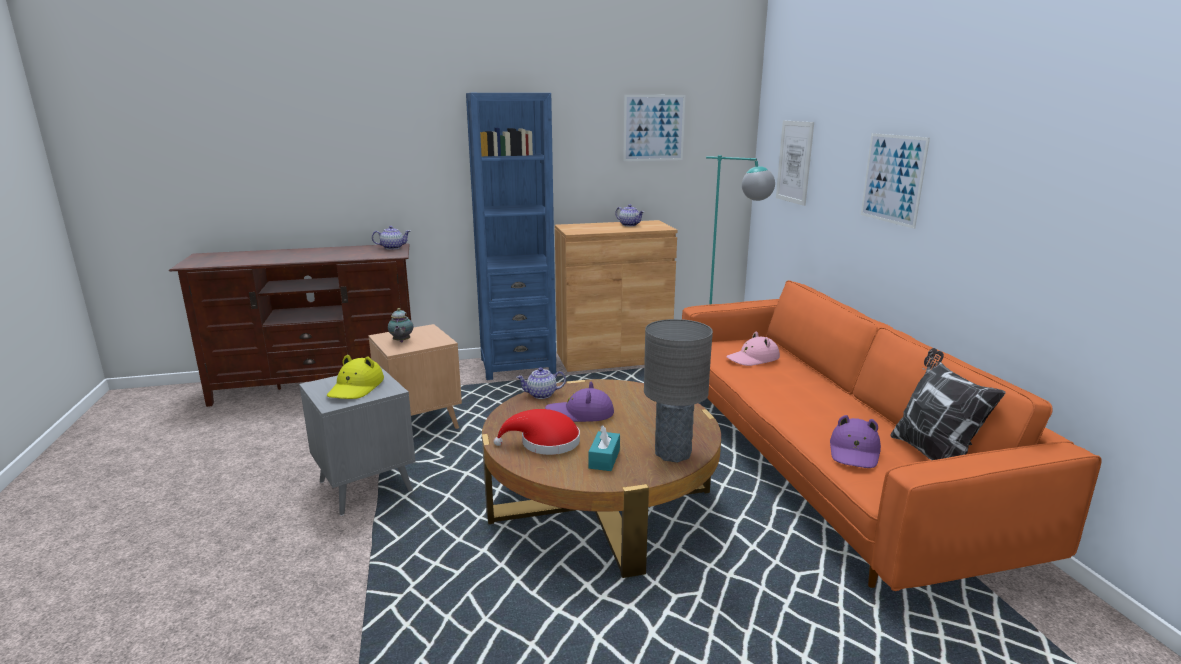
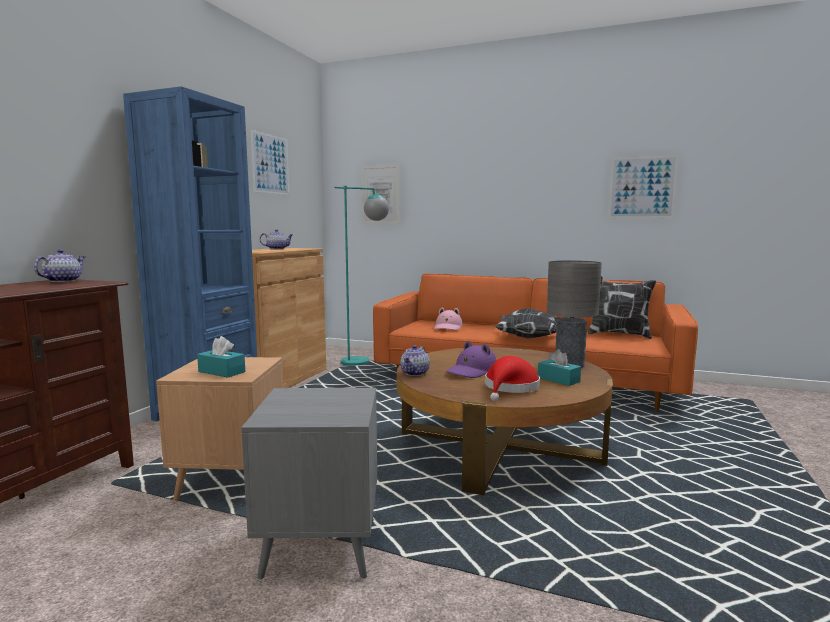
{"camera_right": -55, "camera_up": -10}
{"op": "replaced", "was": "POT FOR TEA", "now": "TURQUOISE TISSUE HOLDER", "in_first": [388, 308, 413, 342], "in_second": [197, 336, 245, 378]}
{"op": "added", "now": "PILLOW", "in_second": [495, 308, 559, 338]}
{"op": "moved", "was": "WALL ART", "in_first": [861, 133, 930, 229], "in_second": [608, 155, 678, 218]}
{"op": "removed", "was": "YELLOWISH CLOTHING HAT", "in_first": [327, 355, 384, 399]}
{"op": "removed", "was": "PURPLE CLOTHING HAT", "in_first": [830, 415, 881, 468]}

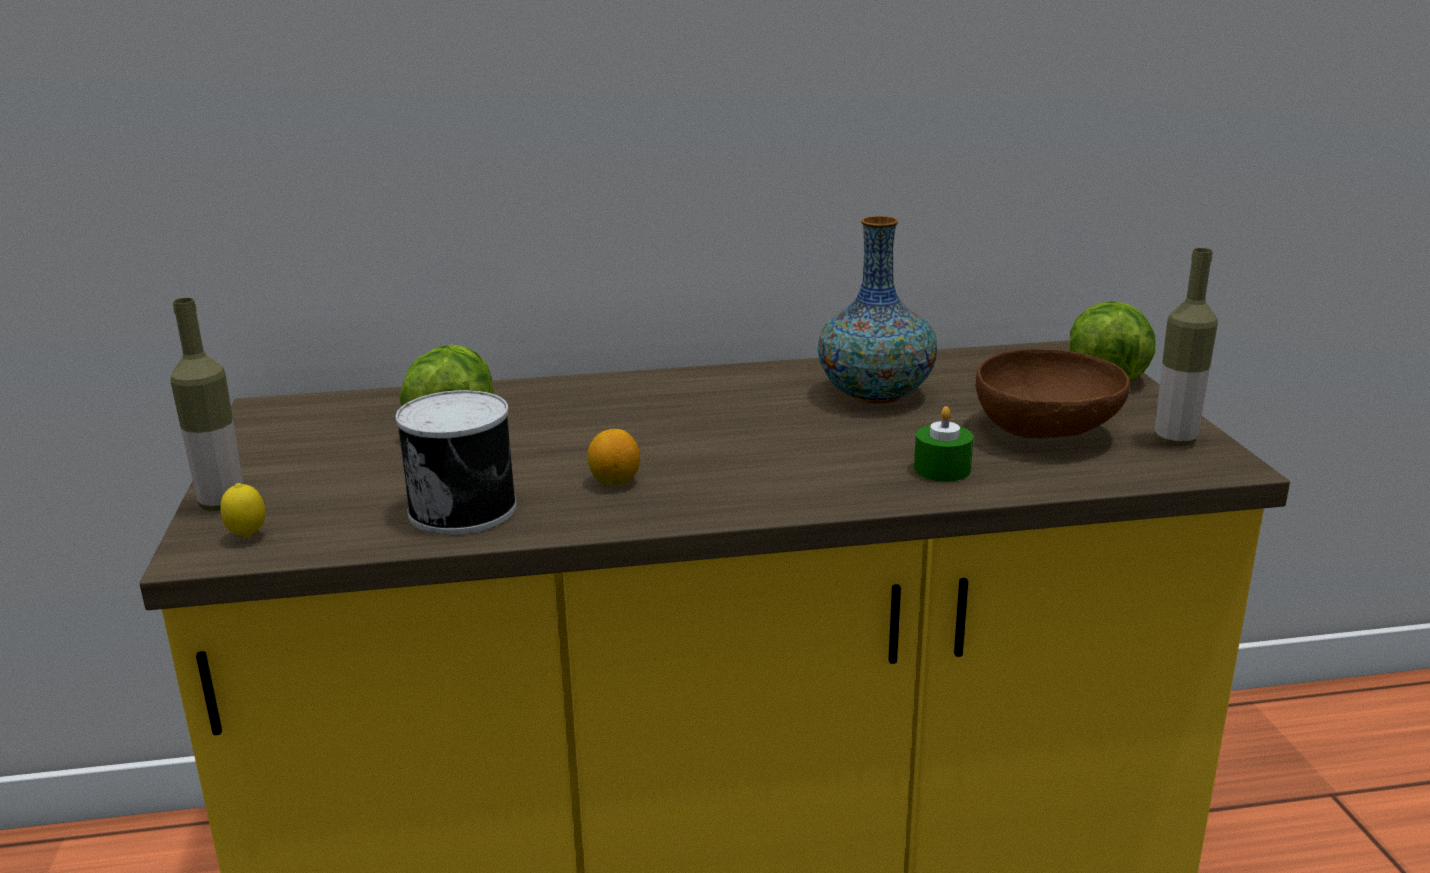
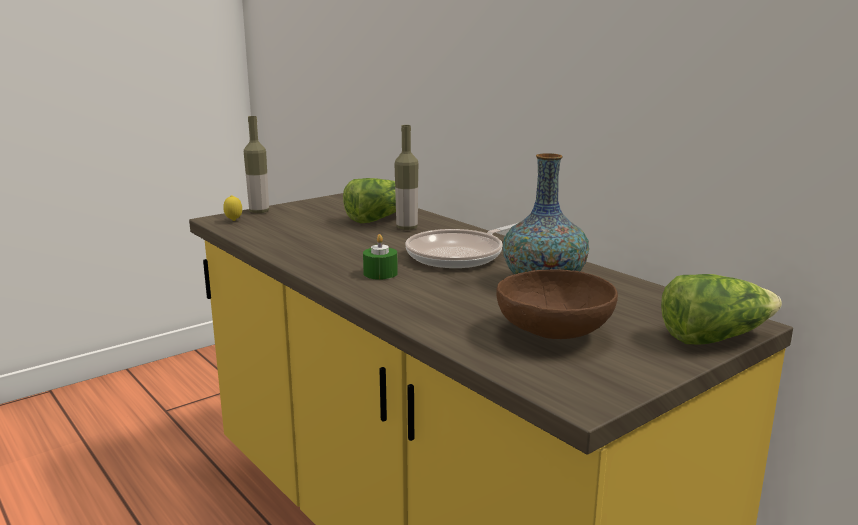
{"camera_right": 60, "camera_up": -5}
{"op": "moved", "was": "GREENISH CANDLE", "in_first": [914, 406, 974, 481], "in_second": [363, 234, 398, 280]}
{"op": "moved", "was": "DRINK BOTTLE", "in_first": [1155, 248, 1218, 446], "in_second": [395, 125, 418, 230]}
{"op": "added", "now": "PAN", "in_second": [406, 223, 517, 268]}
{"op": "removed", "was": "METAL CAN", "in_first": [396, 390, 517, 535]}
{"op": "removed", "was": "WHOLE LEMON", "in_first": [587, 429, 640, 486]}

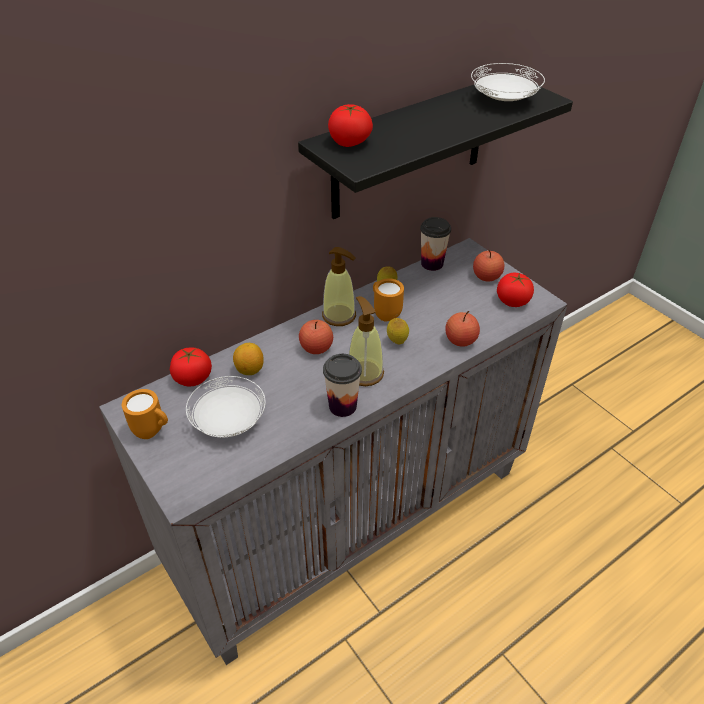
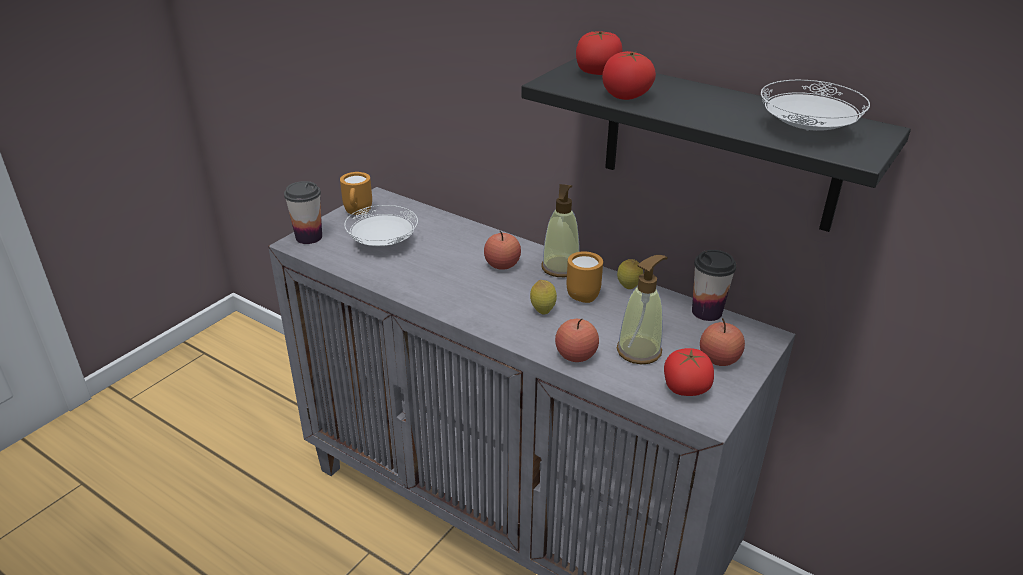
{"camera_right": 70, "camera_up": -10}
{"op": "moved", "was": "SMALL CUP", "in_first": [323, 354, 362, 417], "in_second": [284, 181, 322, 244]}
{"op": "moved", "was": "WHOLE TOMATO", "in_first": [170, 348, 212, 386], "in_second": [602, 51, 656, 100]}
{"op": "moved", "was": "SOAP DISPENSER", "in_first": [349, 296, 384, 386], "in_second": [617, 255, 668, 364]}
{"op": "removed", "was": "WHOLE LEMON", "in_first": [233, 343, 264, 375]}

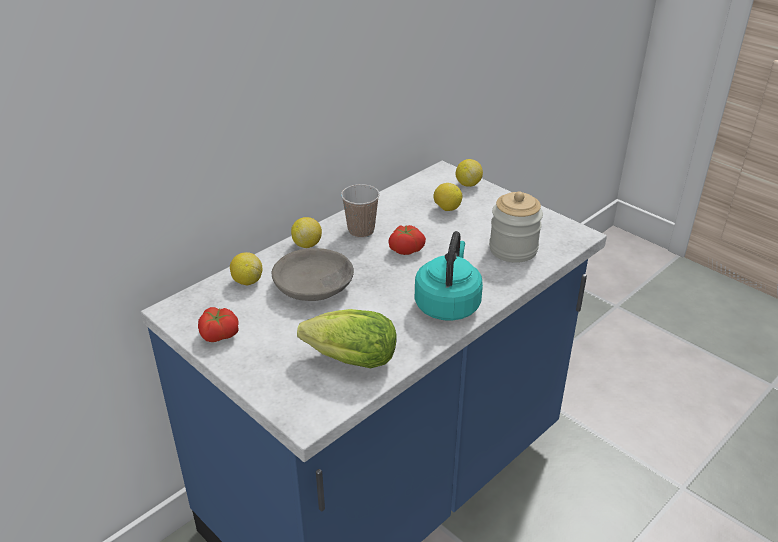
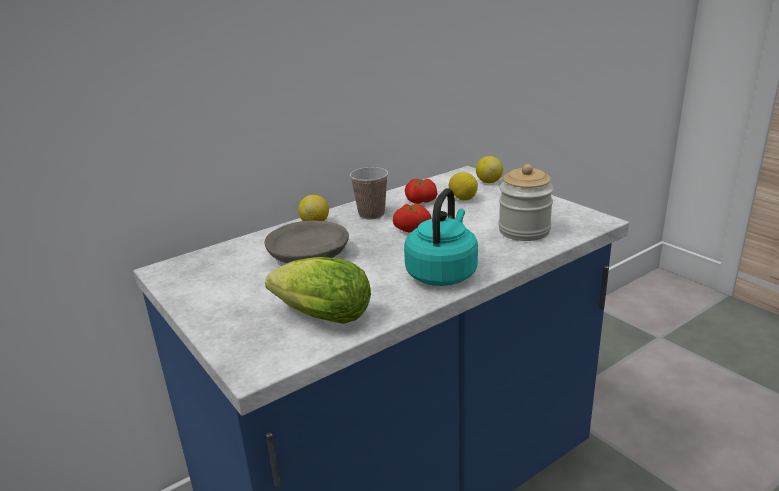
{"camera_right": 10, "camera_up": -10}
{"op": "moved", "was": "WHOLE TOMATO", "in_first": [198, 307, 239, 342], "in_second": [405, 179, 438, 204]}
{"op": "removed", "was": "WHOLE LEMON", "in_first": [230, 252, 262, 285]}

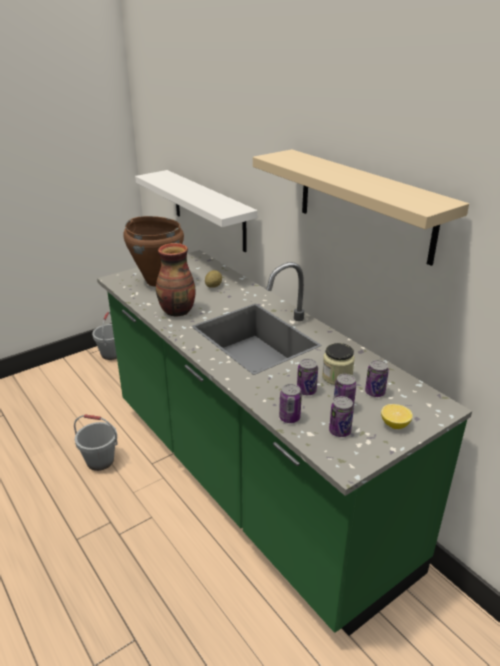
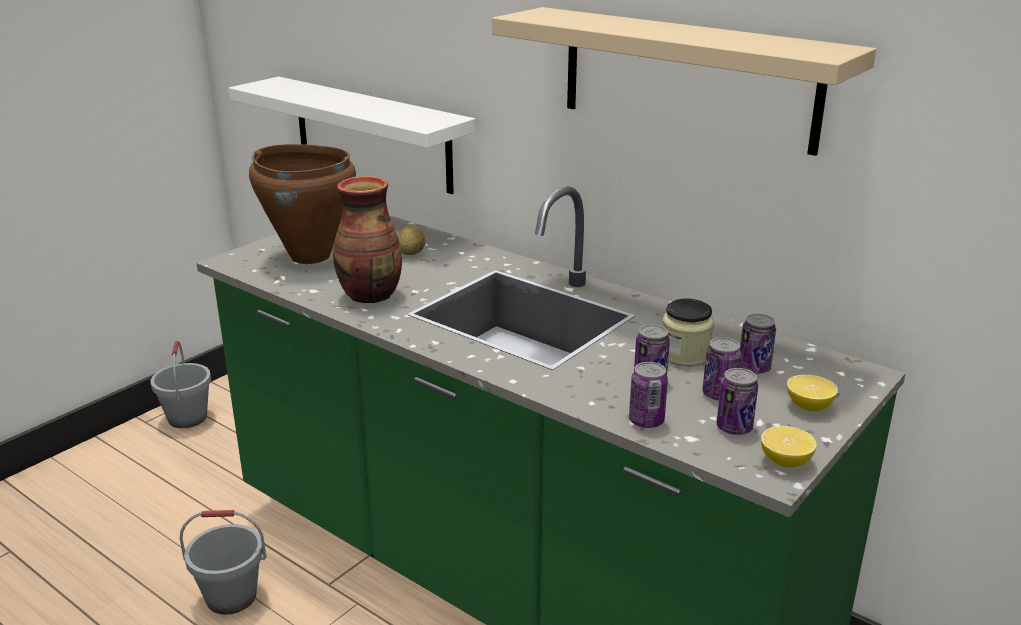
{"camera_right": -15, "camera_up": -5}
{"op": "added", "now": "WHOLE LEMON", "in_second": [761, 426, 817, 467]}

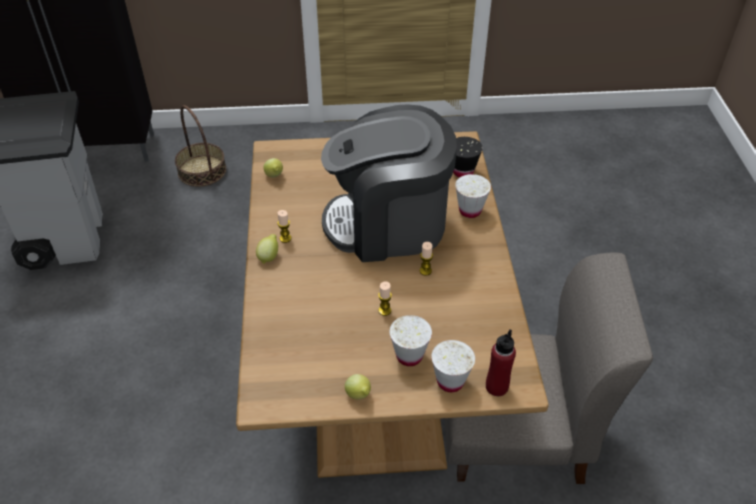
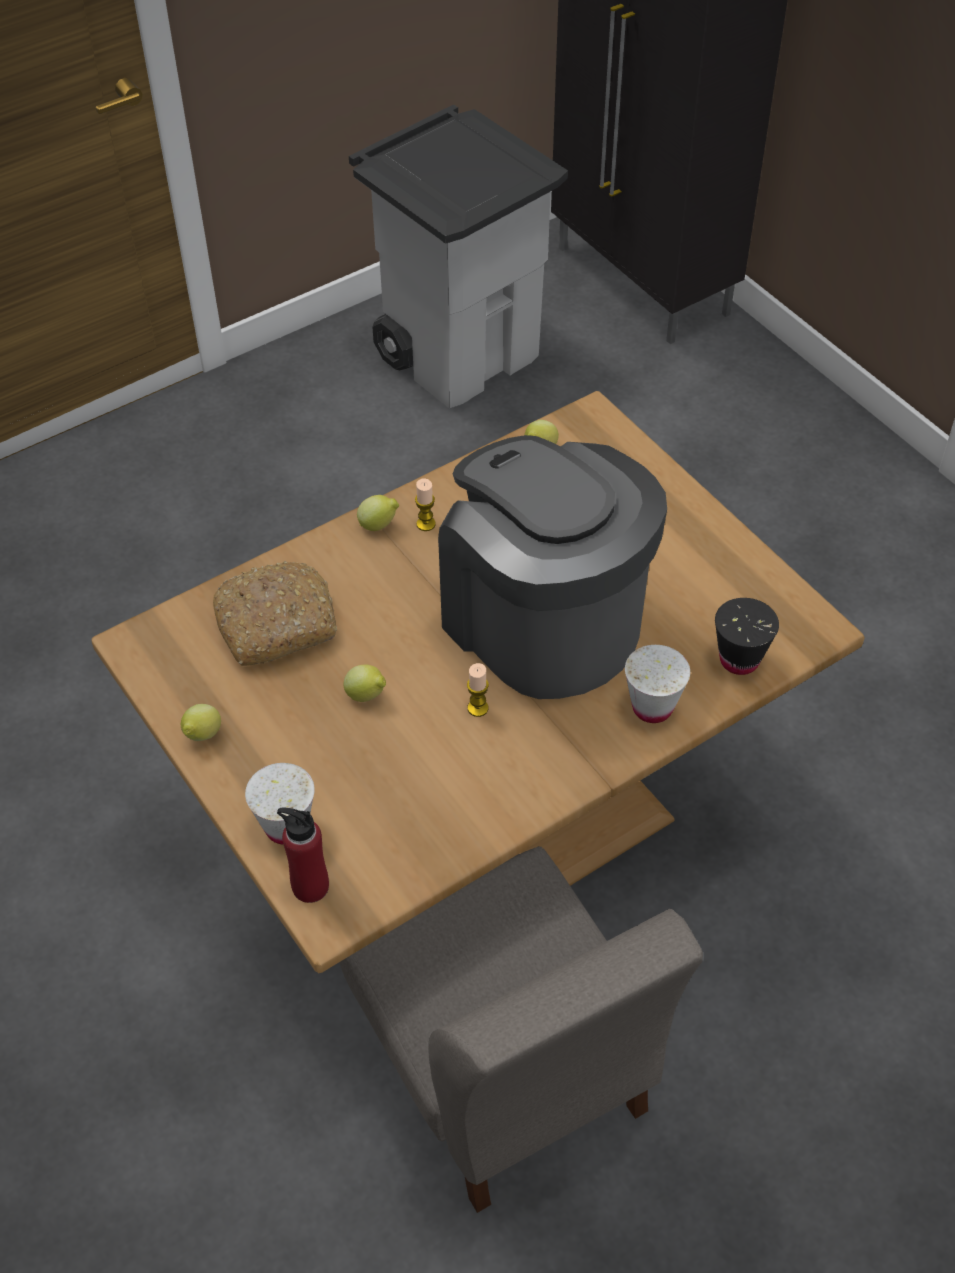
{"camera_right": 60, "camera_up": 5}
{"op": "added", "now": "BAKED BREAD", "in_second": [213, 561, 337, 666]}
{"op": "replaced", "was": "CANDLE", "now": "WHOLE LEMON", "in_first": [378, 281, 392, 316], "in_second": [343, 665, 386, 702]}
{"op": "removed", "was": "BASKET", "in_first": [175, 105, 226, 187]}
{"op": "removed", "was": "WHITE SMALL CUP", "in_first": [390, 315, 432, 366]}

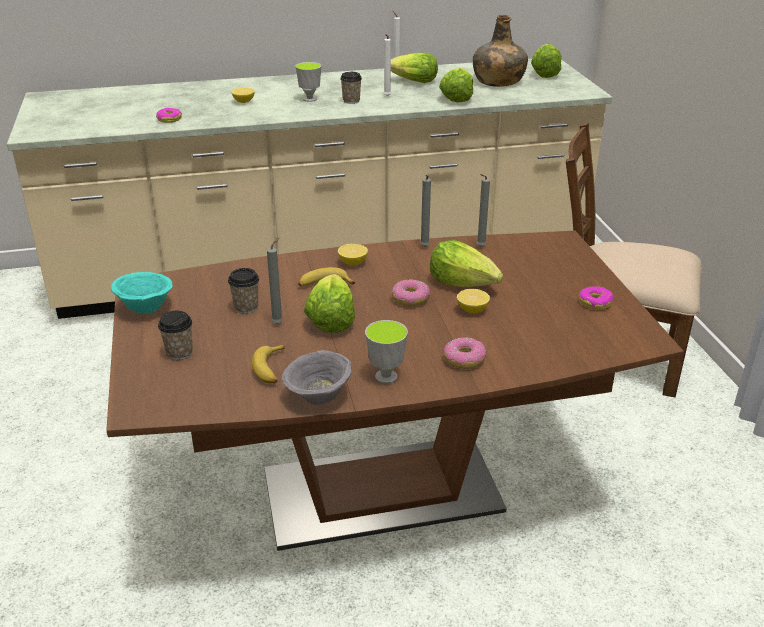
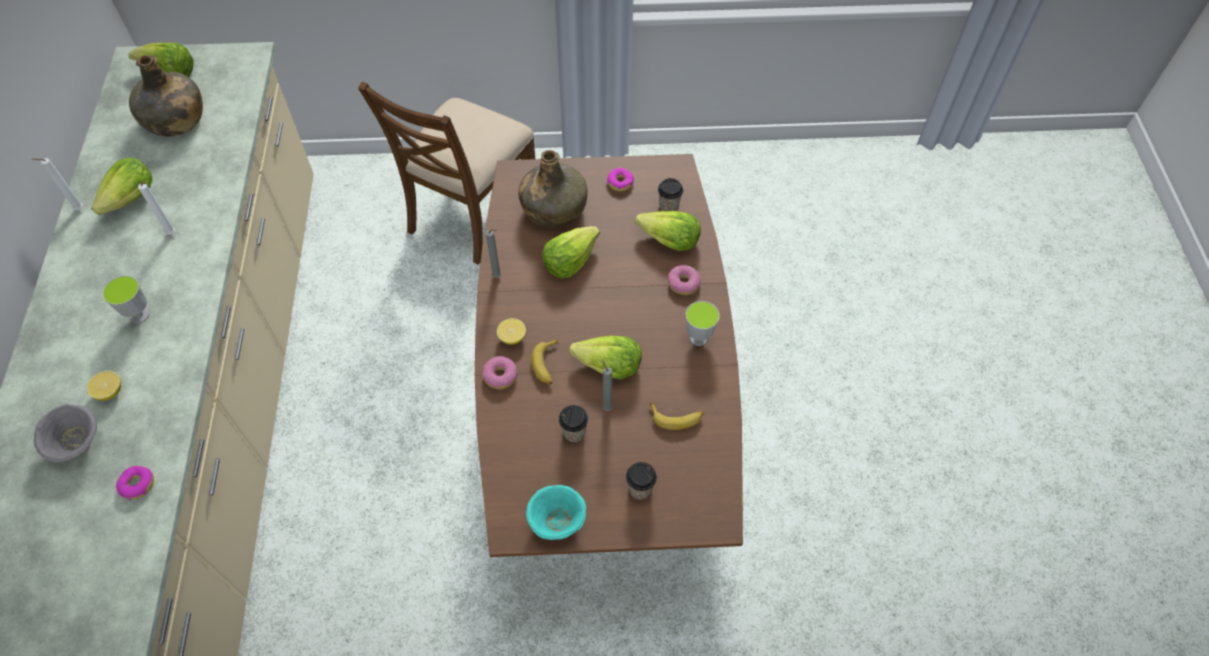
{"camera_right": -80, "camera_up": 25}
{"op": "moved", "was": "GREY BOWL", "in_first": [282, 350, 352, 405], "in_second": [33, 404, 97, 463]}
{"op": "moved", "was": "DOUGHNUT", "in_first": [392, 279, 430, 306], "in_second": [482, 356, 517, 389]}
{"op": "added", "now": "GREENISH DRINK BOTTLE", "in_second": [518, 150, 588, 228]}
{"op": "moved", "was": "HEAD OF LETTUCE", "in_first": [439, 68, 473, 102], "in_second": [635, 211, 701, 251]}
{"op": "moved", "was": "SMALL CUP", "in_first": [340, 72, 362, 104], "in_second": [658, 178, 683, 211]}
{"op": "removed", "was": "WHOLE LEMON", "in_first": [457, 289, 490, 313]}
{"op": "removed", "was": "GREY CANDLE", "in_first": [477, 174, 490, 247]}

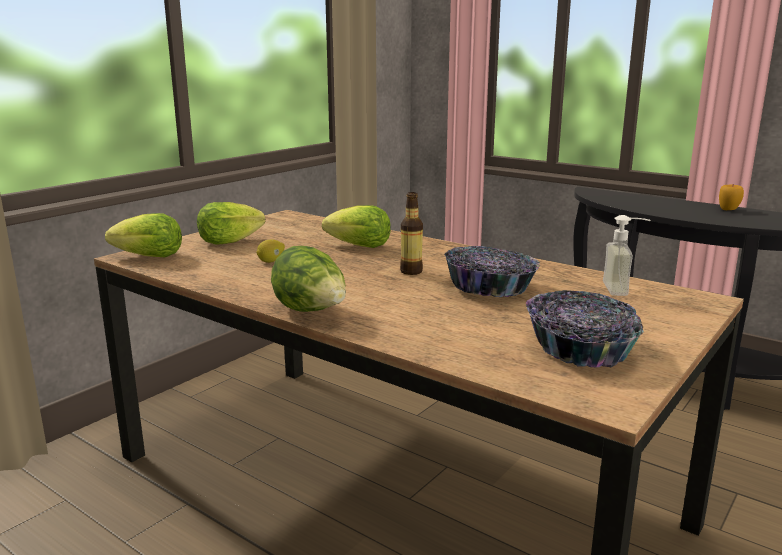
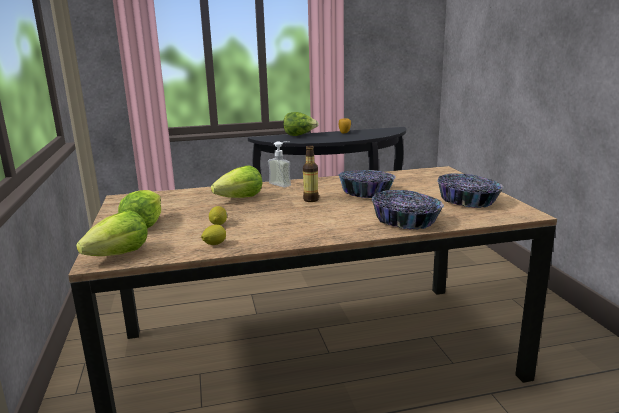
{"camera_right": -50, "camera_up": 0}
{"op": "added", "now": "WHOLE LEMON", "in_second": [201, 225, 226, 245]}
{"op": "moved", "was": "SOAP DISPENSER", "in_first": [603, 215, 651, 296], "in_second": [268, 141, 291, 188]}
{"op": "moved", "was": "HEAD OF LETTUCE", "in_first": [271, 246, 346, 312], "in_second": [283, 112, 319, 136]}
{"op": "added", "now": "BOWL", "in_second": [371, 190, 444, 229]}

